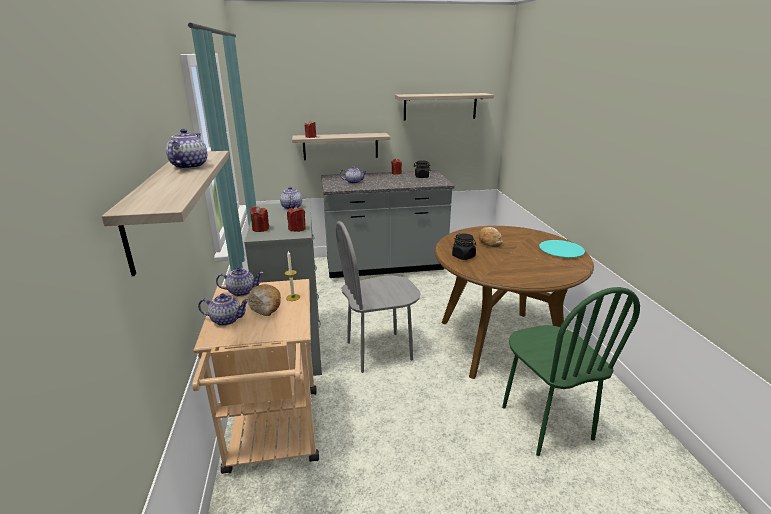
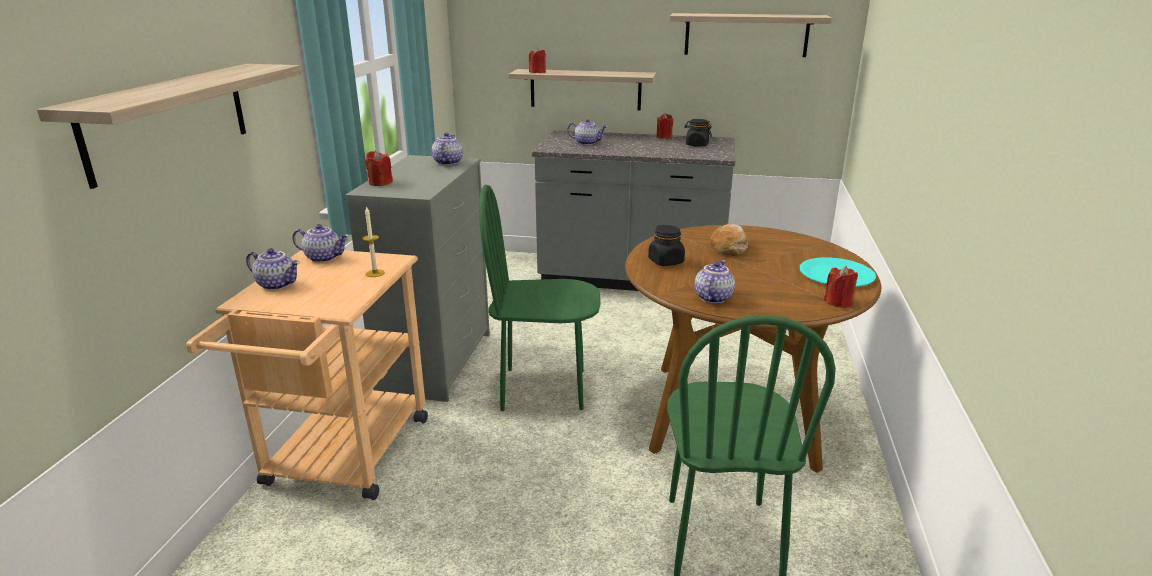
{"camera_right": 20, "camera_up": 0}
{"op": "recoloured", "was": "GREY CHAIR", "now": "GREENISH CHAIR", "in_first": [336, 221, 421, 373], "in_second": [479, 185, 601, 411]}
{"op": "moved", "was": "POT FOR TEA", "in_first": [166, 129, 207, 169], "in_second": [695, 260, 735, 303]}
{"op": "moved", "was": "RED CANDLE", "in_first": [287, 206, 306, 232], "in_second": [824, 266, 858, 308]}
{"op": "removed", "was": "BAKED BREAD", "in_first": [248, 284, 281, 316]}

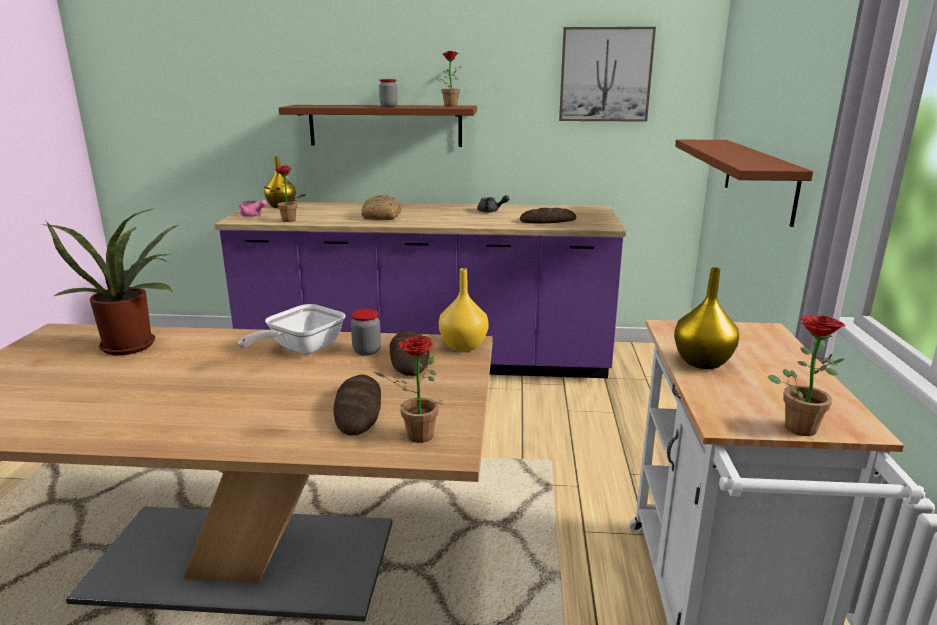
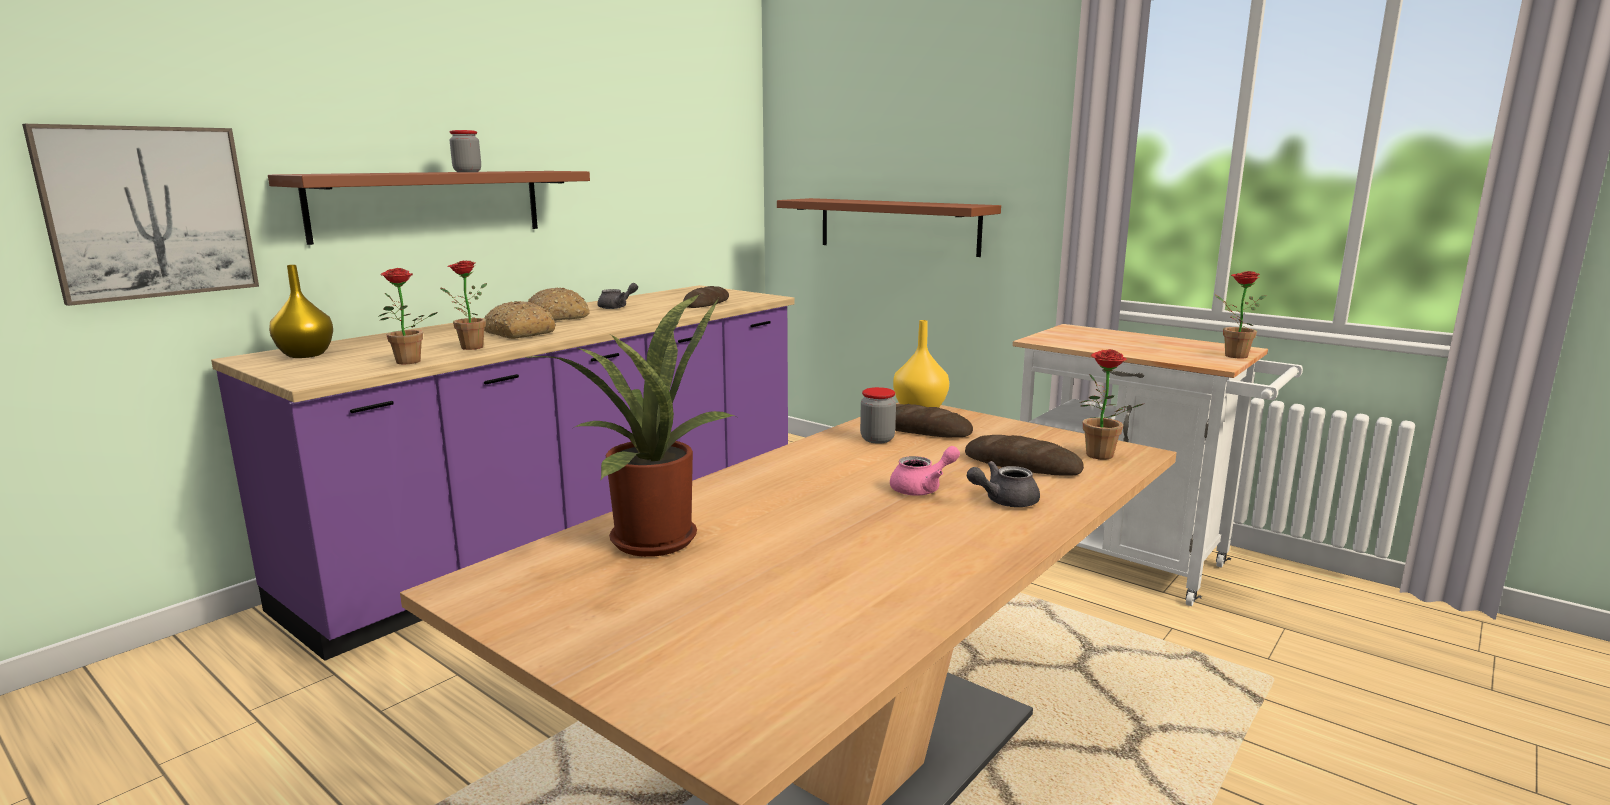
{"camera_right": -55, "camera_up": -5}
{"op": "moved", "was": "WALL ART", "in_first": [559, 27, 656, 122], "in_second": [22, 124, 259, 306]}
{"op": "moved", "was": "HOUSEPLANT", "in_first": [436, 51, 461, 107], "in_second": [440, 261, 487, 350]}
{"op": "added", "now": "BAKED BREAD", "in_second": [528, 287, 590, 321]}
{"op": "moved", "was": "PINK-COLOURED POT FOR TEA", "in_first": [239, 200, 267, 217], "in_second": [890, 446, 960, 496]}
{"op": "added", "now": "GREY POT FOR TEA", "in_second": [967, 461, 1040, 507]}
{"op": "removed", "was": "PAN", "in_first": [238, 304, 346, 355]}
{"op": "removed", "was": "YELLOWISH FLOWER VASE", "in_first": [674, 267, 739, 369]}

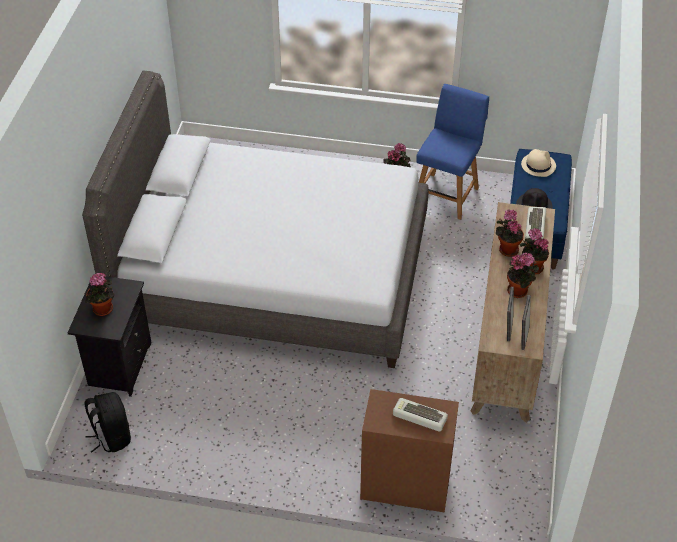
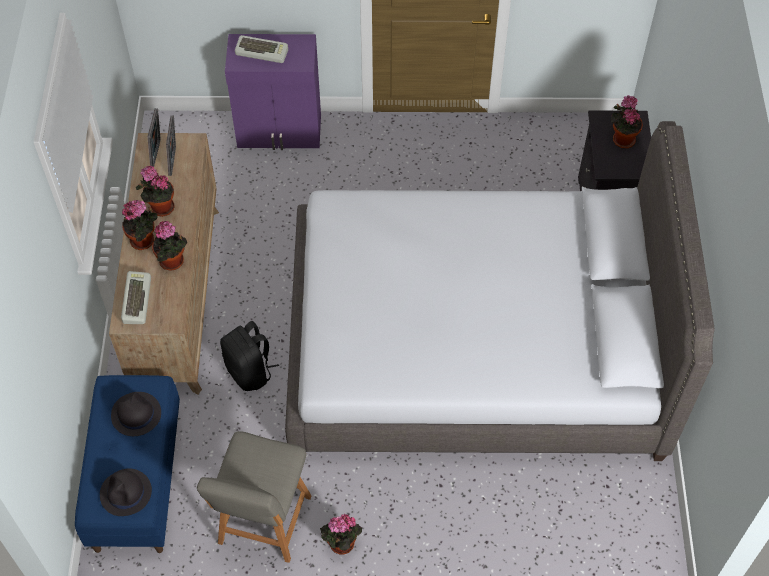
{"camera_right": 170, "camera_up": 10}
{"op": "recoloured", "was": "BEIGE-COLOURED CLOTHING HAT", "now": "BLACKISH CLOTHING HAT", "in_first": [521, 149, 556, 177], "in_second": [100, 469, 152, 516]}
{"op": "recoloured", "was": "BLUE CHAIR", "now": "GREY CHAIR", "in_first": [416, 84, 489, 220], "in_second": [197, 431, 312, 563]}
{"op": "moved", "was": "BLACKISH BACKPACK", "in_first": [85, 392, 131, 452], "in_second": [220, 321, 279, 391]}
{"op": "recoloured", "was": "BROWN-COLOURED CABINET", "now": "PURPLE CABINET", "in_first": [360, 389, 459, 513], "in_second": [225, 34, 321, 150]}

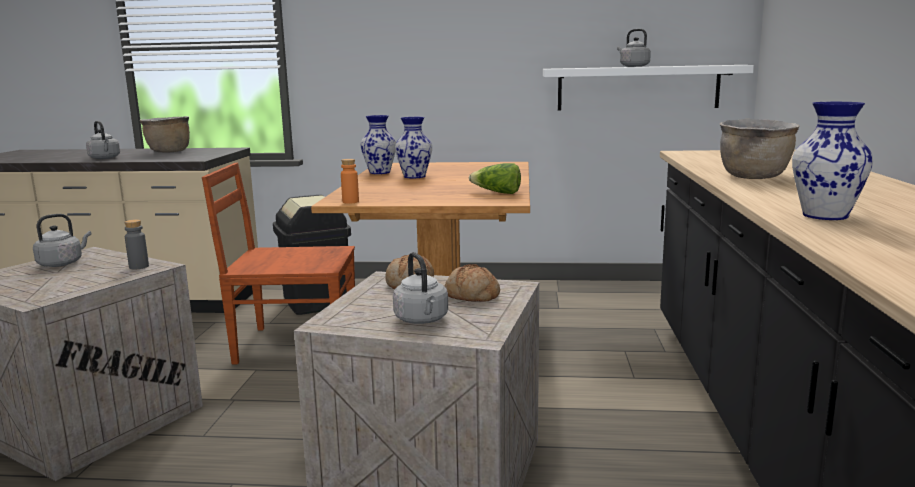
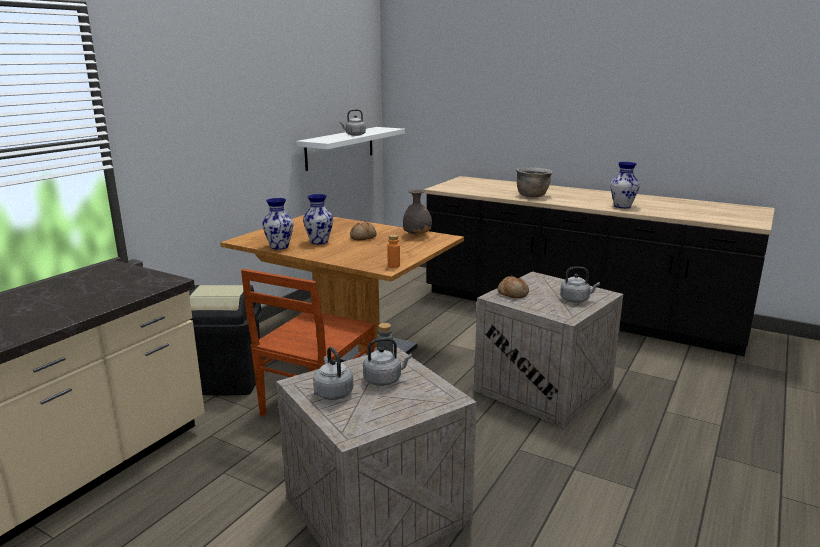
{"camera_right": -65, "camera_up": 5}
{"op": "moved", "was": "BAKED BREAD", "in_first": [445, 264, 500, 302], "in_second": [350, 222, 377, 240]}
{"op": "moved", "was": "GREY TEA KETTLE", "in_first": [86, 121, 120, 159], "in_second": [363, 338, 412, 386]}
{"op": "replaced", "was": "HEAD OF LETTUCE", "now": "GREY FLOWER VASE", "in_first": [469, 163, 521, 194], "in_second": [403, 189, 432, 236]}
{"op": "removed", "was": "BROWN-COLOURED STOCKPOT", "in_first": [140, 116, 190, 153]}

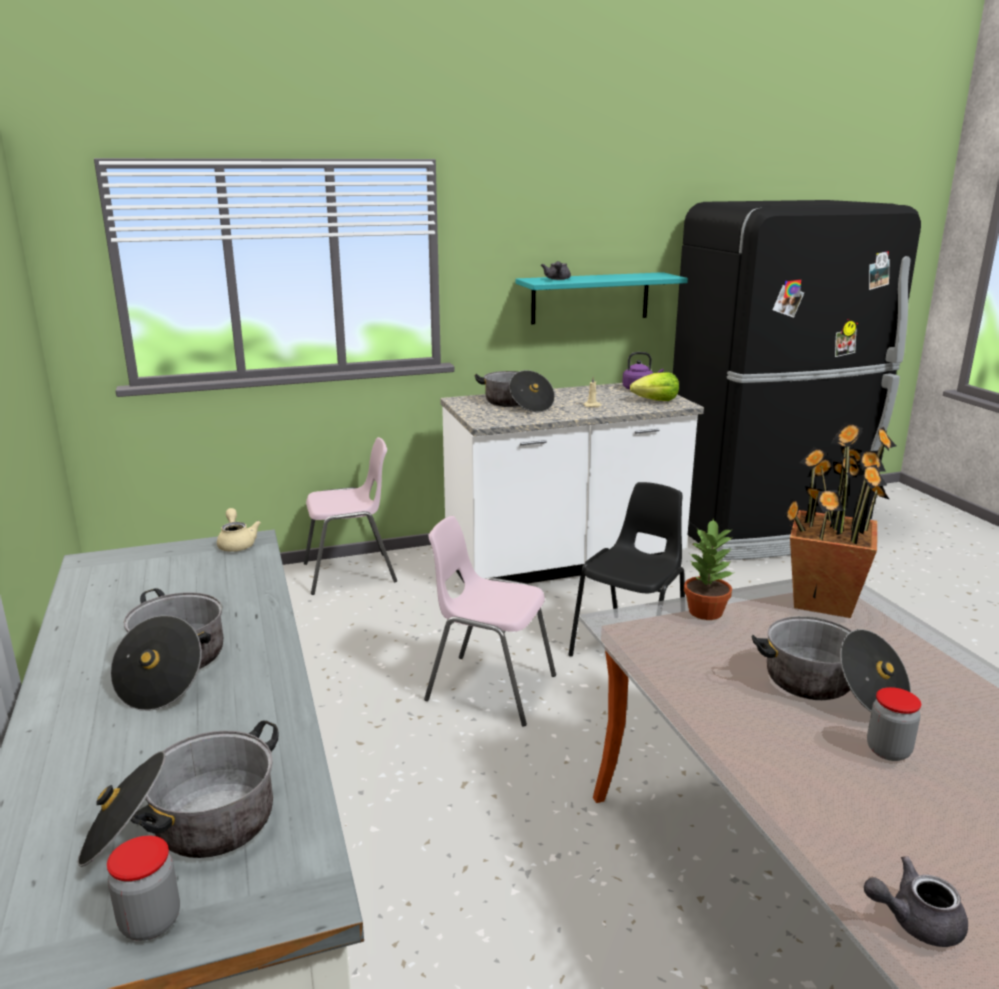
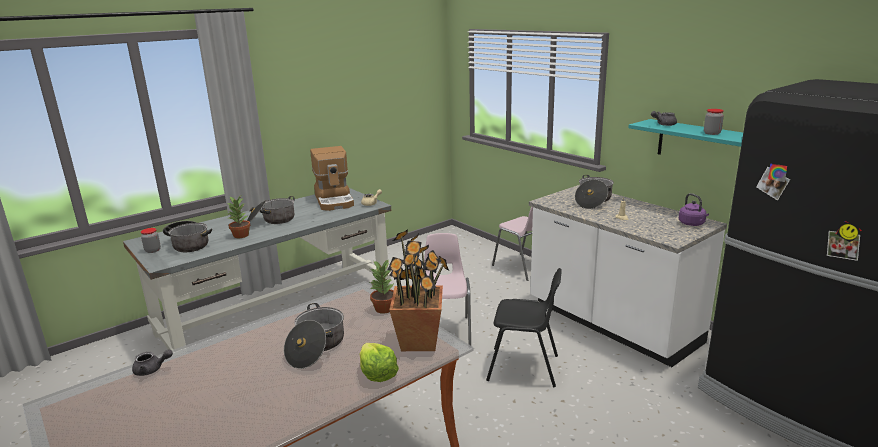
{"camera_right": 70, "camera_up": 0}
{"op": "turned", "was": "GREY POT FOR TEA", "in_first": [864, 856, 968, 947], "in_second": [132, 349, 173, 376], "clockwise": 105}
{"op": "added", "now": "HOUSEPLANT", "in_second": [227, 196, 250, 238]}
{"op": "added", "now": "COFFEE MACHINE", "in_second": [310, 146, 354, 211]}
{"op": "moved", "was": "HEAD OF LETTUCE", "in_first": [630, 372, 679, 401], "in_second": [359, 343, 399, 382]}
{"op": "moved", "was": "PRESERVE JAR", "in_first": [867, 687, 921, 761], "in_second": [704, 109, 724, 135]}

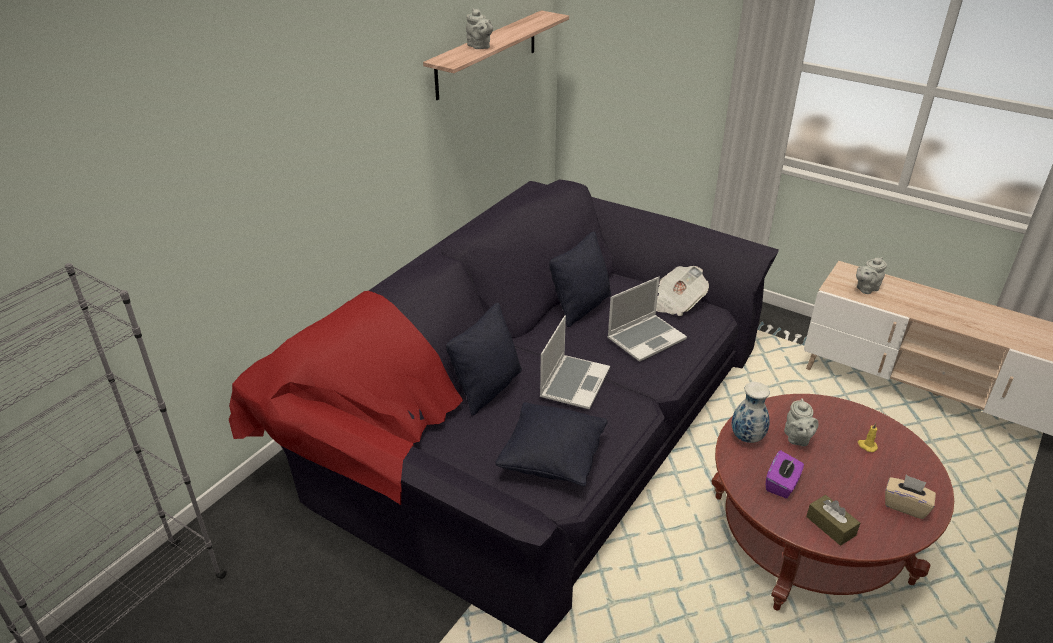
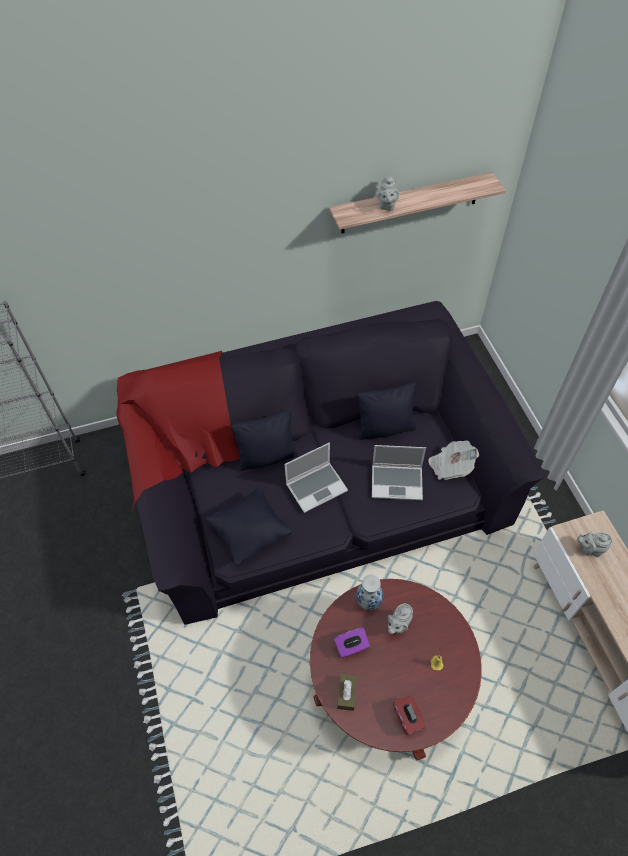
{"camera_right": 40, "camera_up": 20}
{"op": "recoloured", "was": "BEIGE-COLOURED TISSUE HOLDER", "now": "RED TISSUE HOLDER", "in_first": [885, 475, 936, 519], "in_second": [393, 695, 425, 735]}

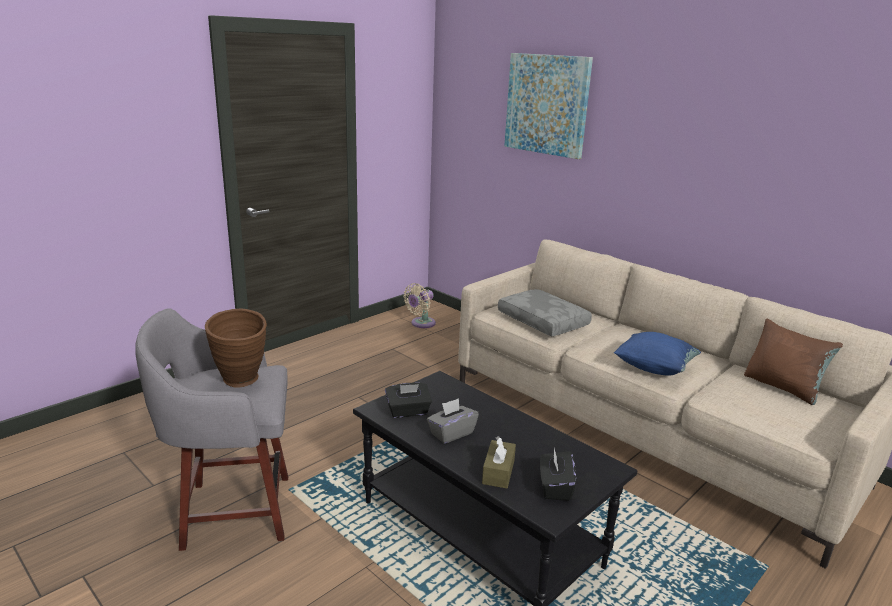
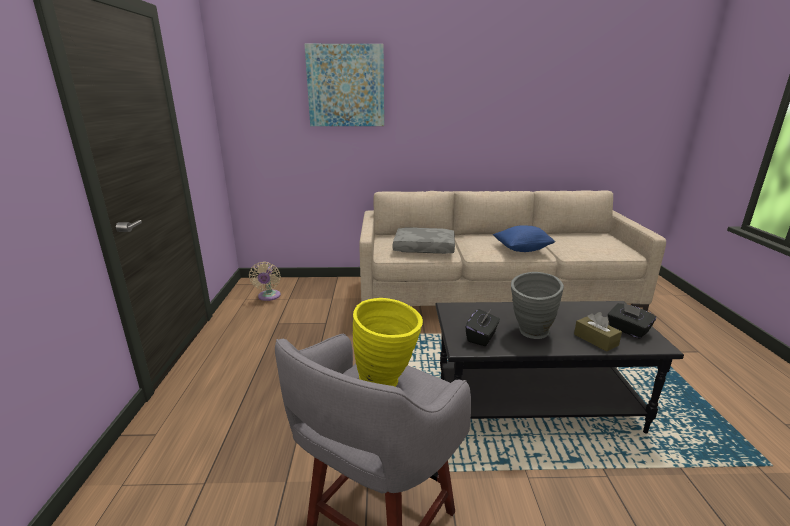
{"camera_right": -45, "camera_up": 0}
{"op": "recoloured", "was": "BROWN-COLOURED FLOWER VASE", "now": "YELLOWISH FLOWER VASE", "in_first": [205, 309, 267, 388], "in_second": [353, 298, 423, 387]}
{"op": "replaced", "was": "GREY TISSUE HOLDER", "now": "GREY FLOWER VASE", "in_first": [427, 398, 479, 444], "in_second": [511, 272, 564, 339]}
{"op": "removed", "was": "BROWN-COLOURED PILLOW", "in_first": [744, 318, 843, 405]}

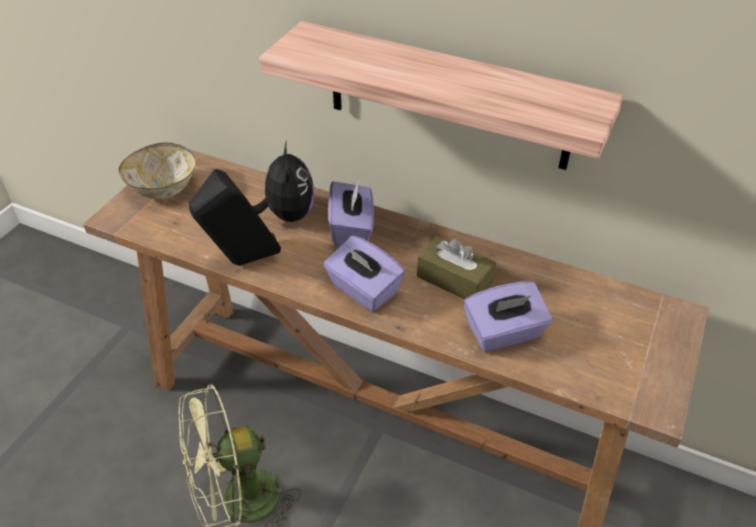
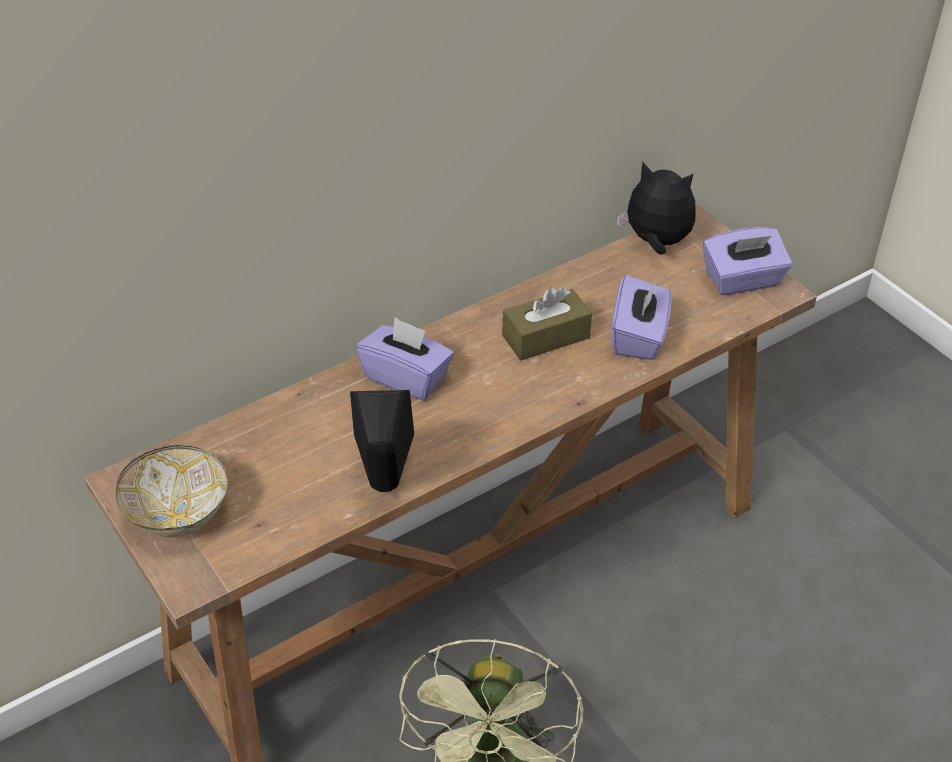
{"camera_right": -60, "camera_up": 0}
{"op": "moved", "was": "CUDDLY TOY", "in_first": [252, 141, 315, 222], "in_second": [616, 162, 696, 255]}
{"op": "moved", "was": "PURPLE TISSUE HOLDER", "in_first": [323, 236, 405, 312], "in_second": [703, 227, 792, 295]}
{"op": "removed", "was": "BRACKET SHELF", "in_first": [259, 21, 624, 170]}

